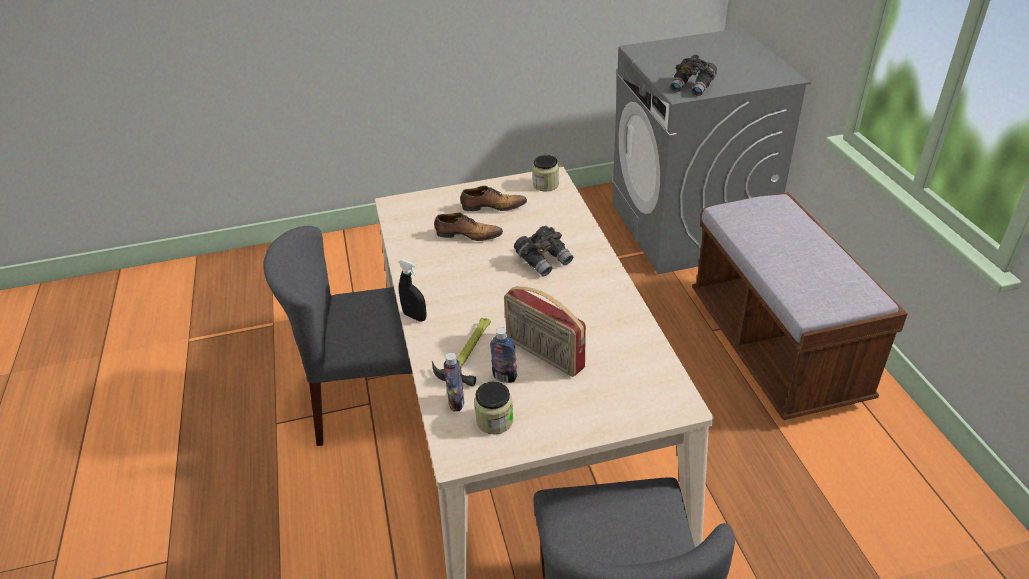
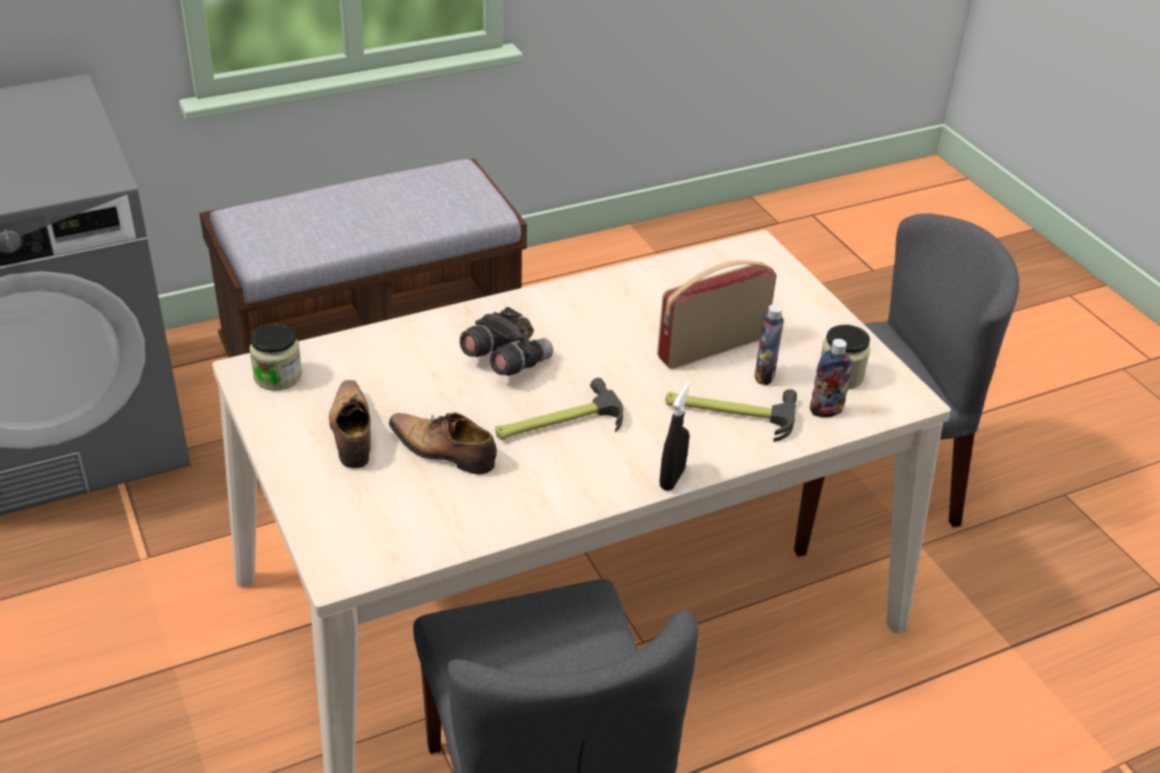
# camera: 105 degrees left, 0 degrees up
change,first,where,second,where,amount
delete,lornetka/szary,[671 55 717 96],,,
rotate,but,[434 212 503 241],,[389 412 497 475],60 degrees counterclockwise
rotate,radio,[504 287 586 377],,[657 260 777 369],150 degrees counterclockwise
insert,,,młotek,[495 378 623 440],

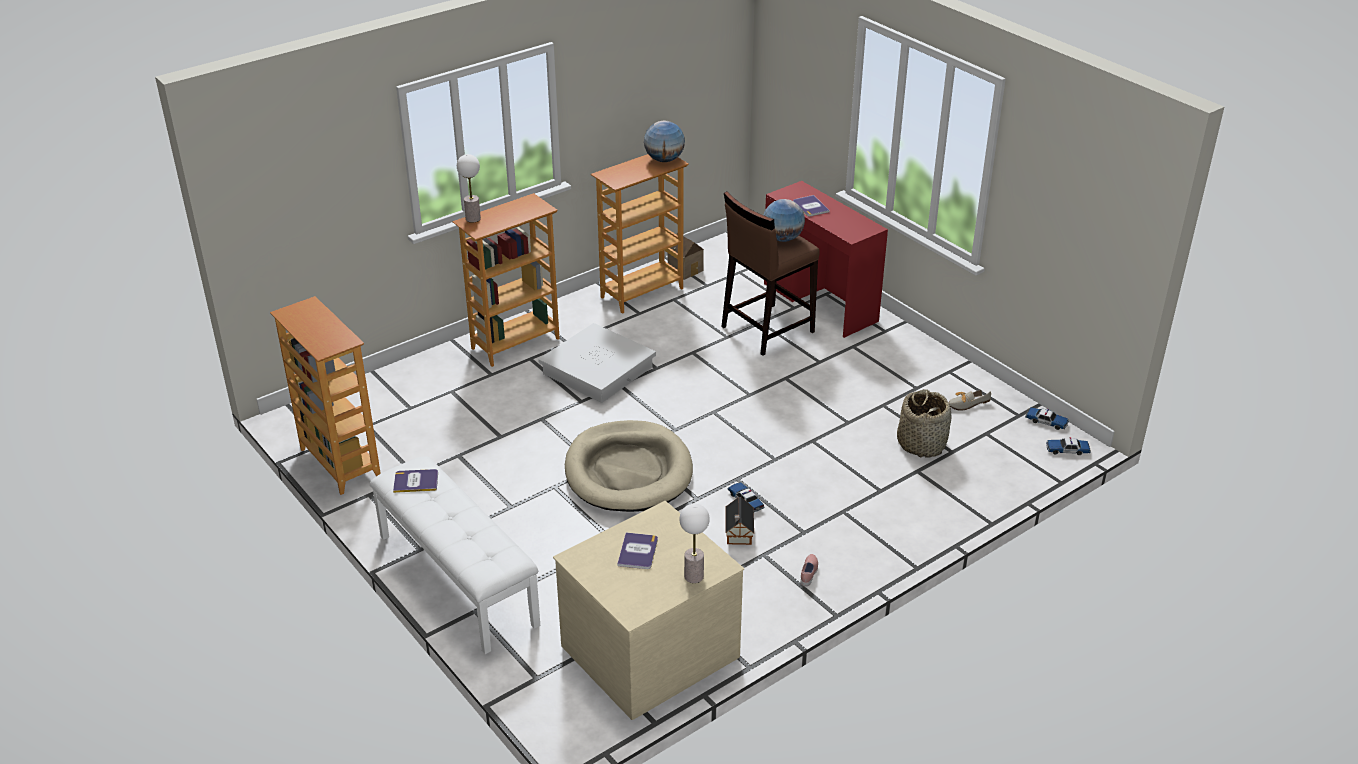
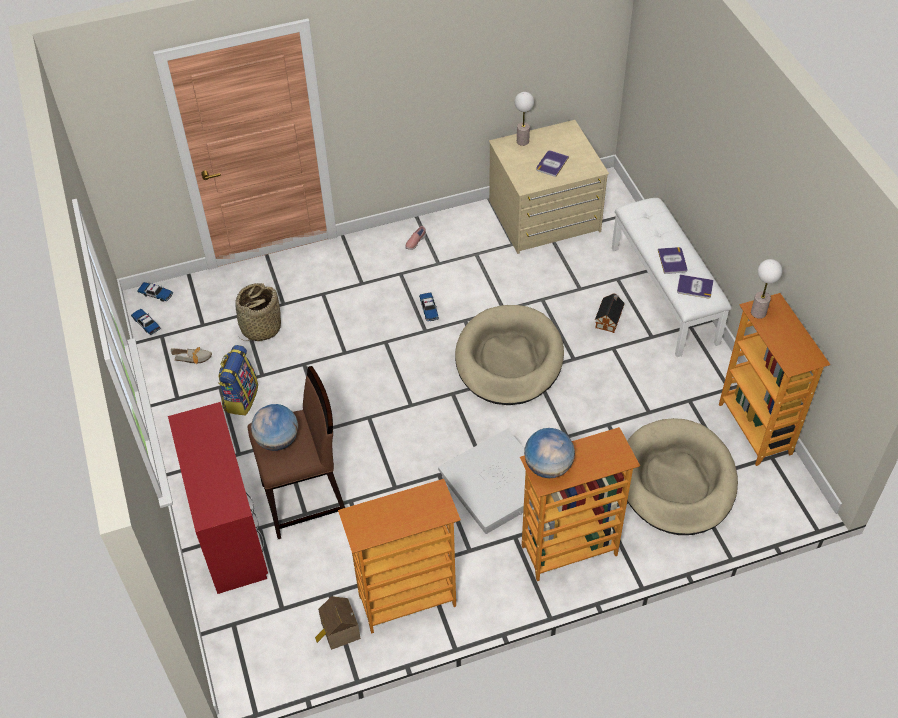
# camera: 160 degrees left, 15 degrees up
change,first,where,second,where,amount
move,globus,[644 121 685 162],,[524 428 575 478],
move,lampa stołowa,[457 154 481 222],,[751 259 782 319],
move,książka,[793 195 830 216],,[658 247 687 274],
move,domek,[725 497 754 545],,[595 293 625 333],
insert,,,plecak,[218 345 258 415],
insert,,,legowisko/beżowy,[624 418 738 535],

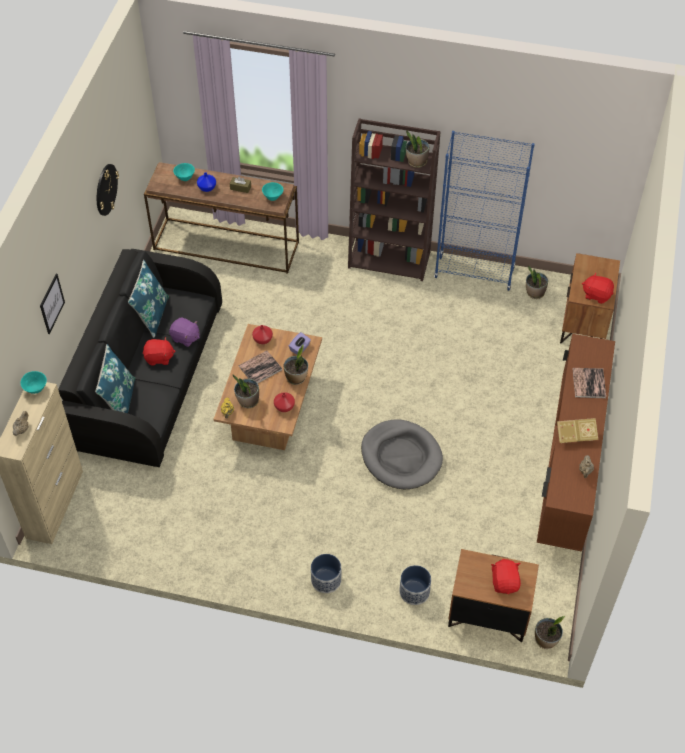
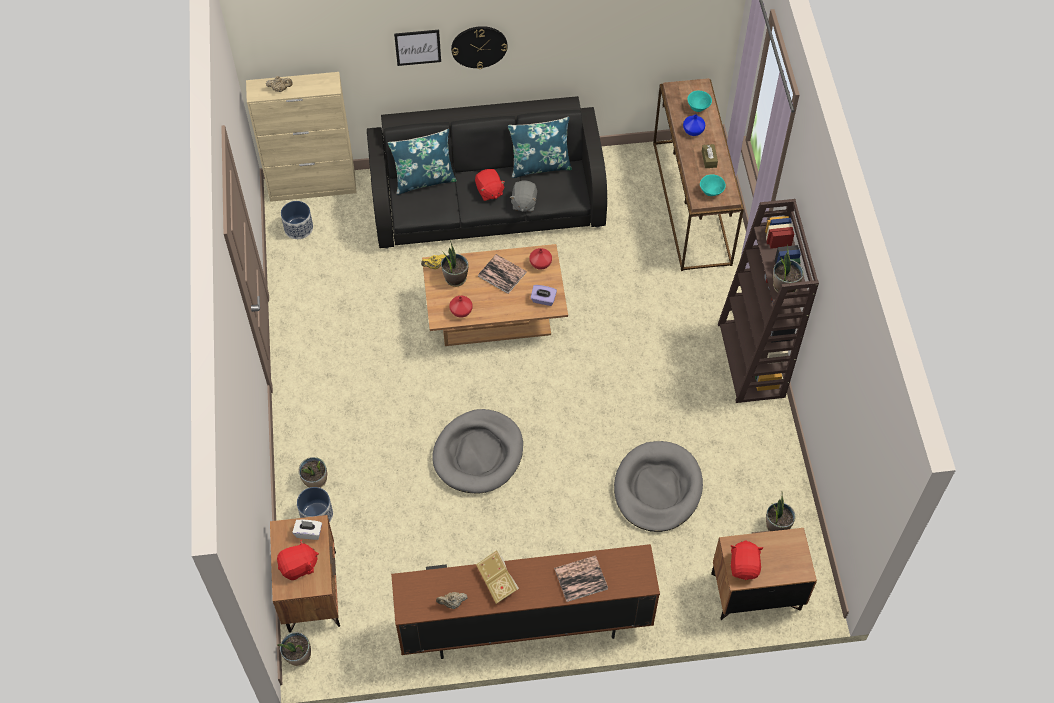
# camera: 70 degrees right, 5 degrees up
change,first,where,second,where,amount
delete,regał/niebieski,[434 131 535 291],,,
move,zegar ścienny,[97 164 119 216],,[451 26 508 69],
recolor,pluszak/fioletowy,[169 317 200 347],pluszak/szary,[510 181 537 212],
move,roślina doniczkowa,[284 344 308 385],,[299 457 327 488],
delete,miska/turkusowy,[20 371 47 394],,,
move,donica,[311 554 341 593],,[281 201 313 239],
insert,,,legowisko/szary,[614 441 703 532],
insert,,,pudełko chusteczek/biały,[292 520 322 540],

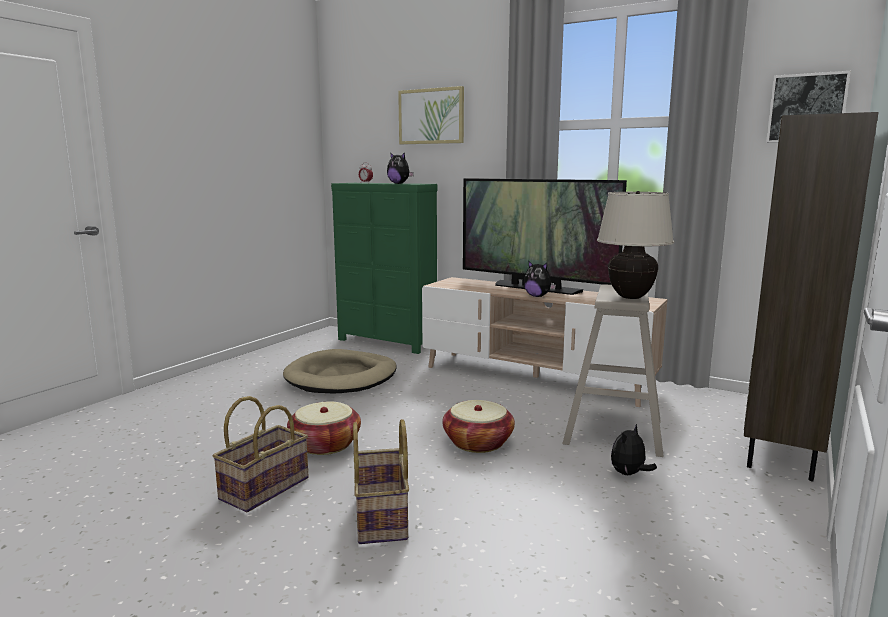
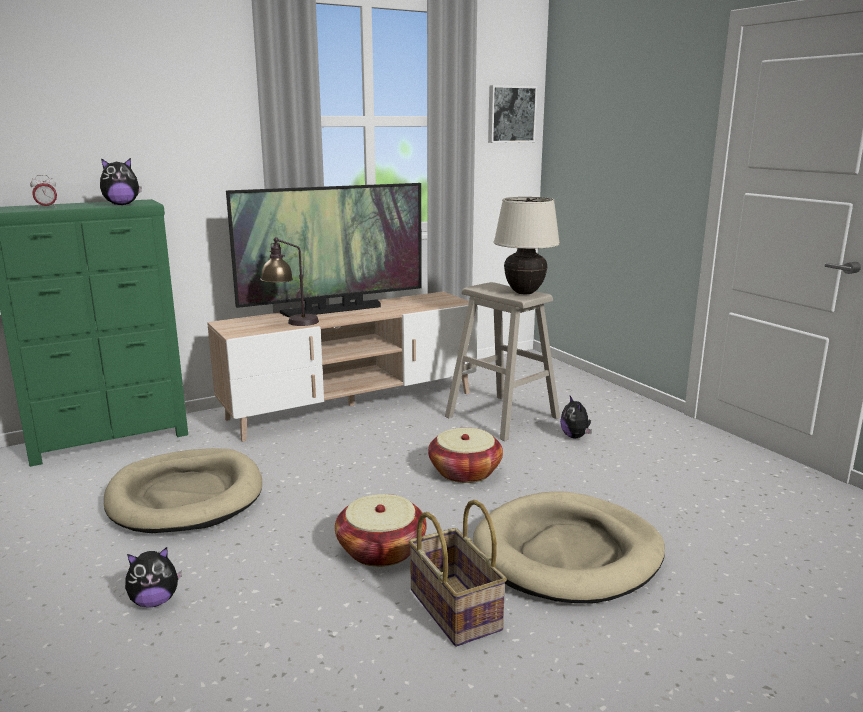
# camera: 60 degrees left, 5 degrees up
change,first,where,second,where,amount
delete,obraz,[398 86 464 144],,,
delete,regał/brązowy,[744 112 878 481],,,
move,pluszak,[524 261 556 297],,[125 547 182 607],
replace,koszyk,[353 419 409 544],legowisko/beżowy,[473 491 665 603],
insert,,,lampa stołowa,[260 237 319 326],

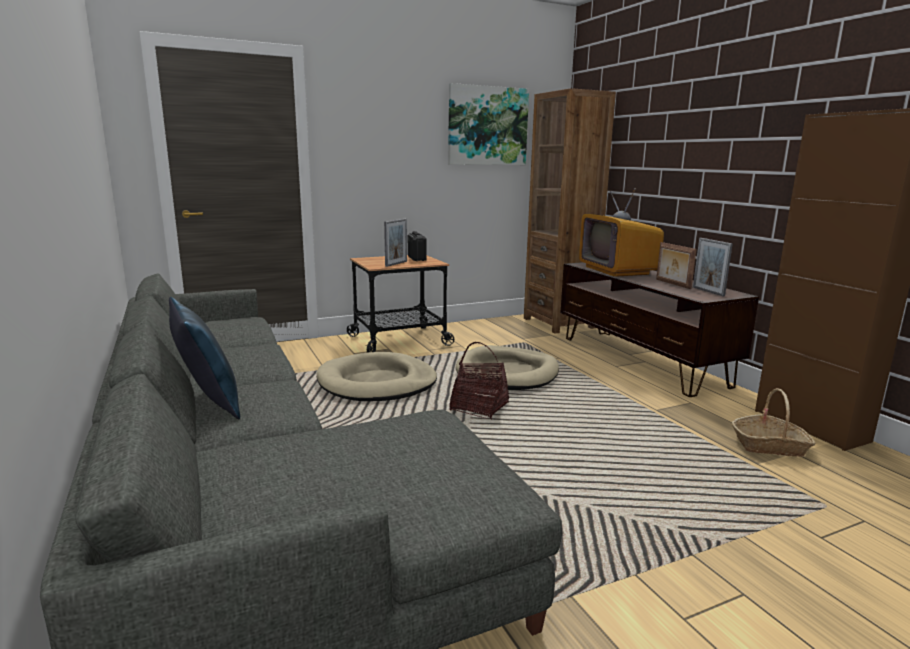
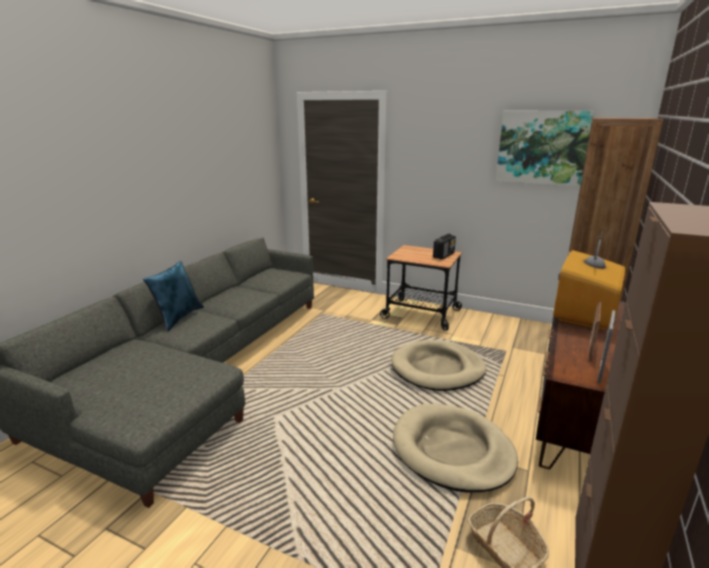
# camera: 50 degrees right, 5 degrees up
change,first,where,second,where,amount
delete,ramka na zdjęcie,[384 219 407 267],,,
delete,koszyk,[449 342 509 420],,,
move,legowisko/beżowy,[317 352 437 401],,[393 404 518 492],

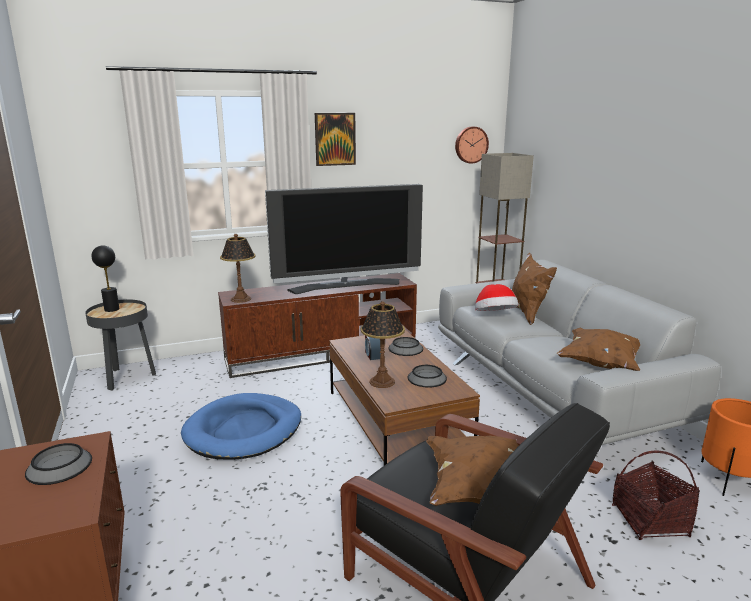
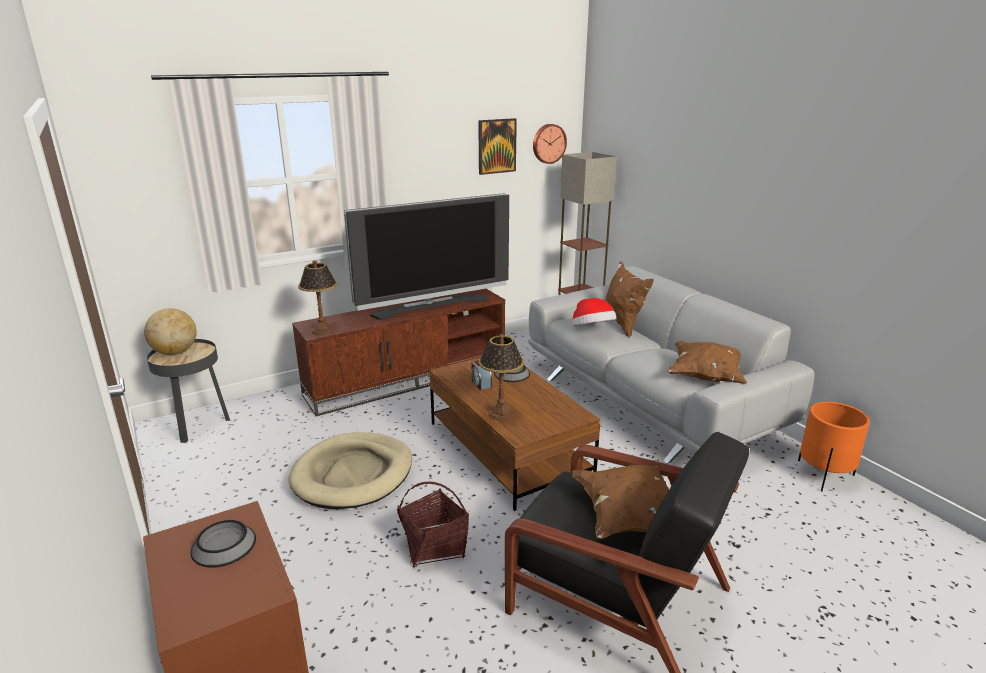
# camera: 10 degrees left, 5 degrees up
change,first,where,second,where,amount
move,obraz,[315 113 356 166],,[478 118 517 175],
replace,lampa stołowa/czarny,[91 245 120 312],globus,[144 308 196 355],
delete,miska,[407 365 447 388],,,
recolor,legowisko/niebieski,[181 393 301 460],legowisko/beżowy,[288 432 412 509],
move,koszyk,[612 451 700 540],,[397 481 469 567],

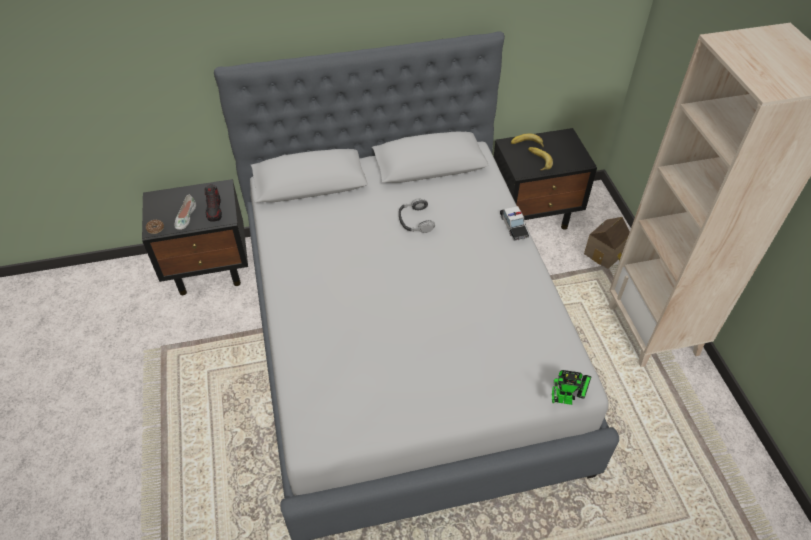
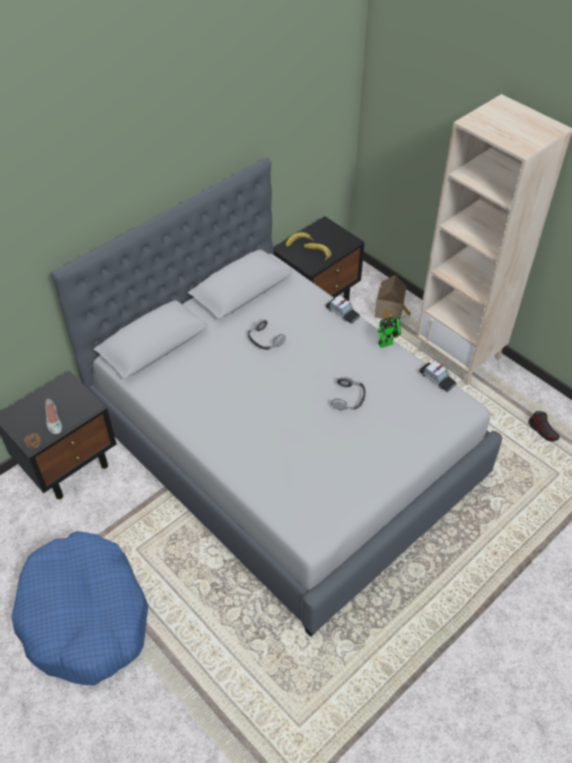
# camera: 30 degrees left, 0 degrees up
change,first,where,second,where,amount
move,but,[204 184 222 222],,[528 411 560 441],
move,robot zabawkowy,[552 370 592 405],,[378 317 401 348],
insert,,,samochodzik,[419 361 457 392],
insert,,,słuchawki,[331 376 365 410],
insert,,,legowisko/niebieski,[11 531 148 685],

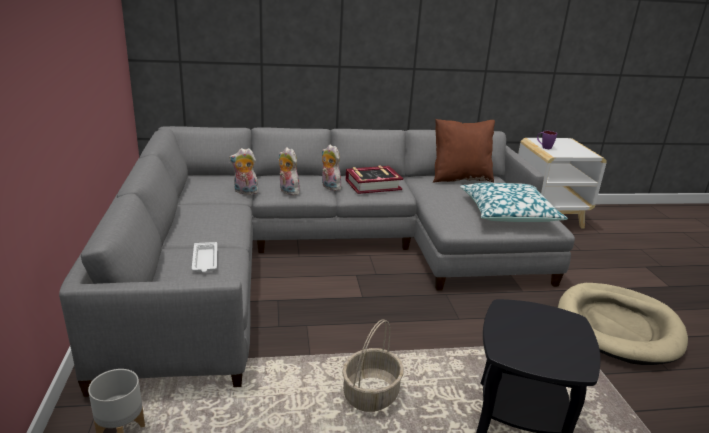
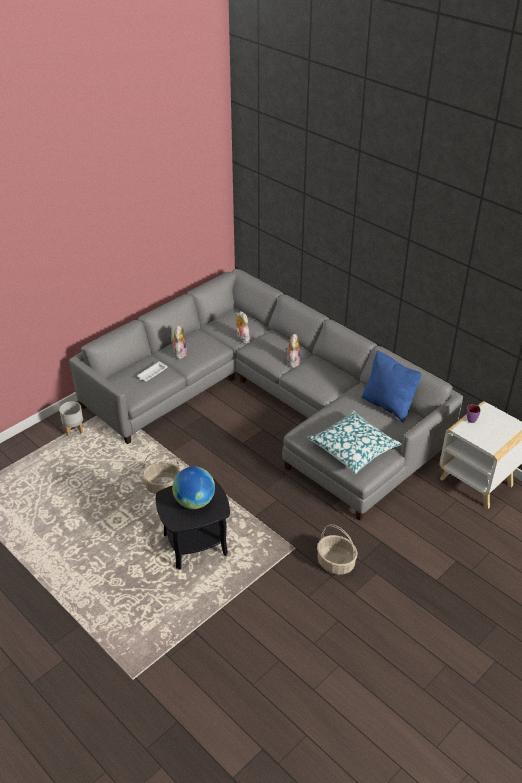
# camera: 55 degrees right, 15 degrees up
change,first,where,second,where,amount
recolor,poduszka/brązowy,[433 119 495 183],poduszka/niebieski,[361 350 422 423],
move,pluszak,[279 147 300 195],,[171 325 187 359],
delete,książka,[345 166 403 194],,,
replace,legowisko/beżowy,[558 283 688 365],koszyk,[317 524 358 575],
insert,,,globus,[172 466 215 509],

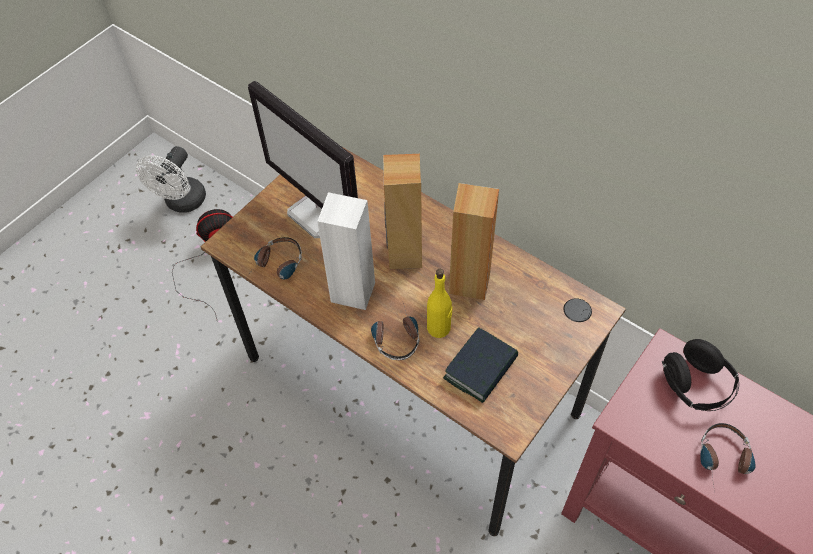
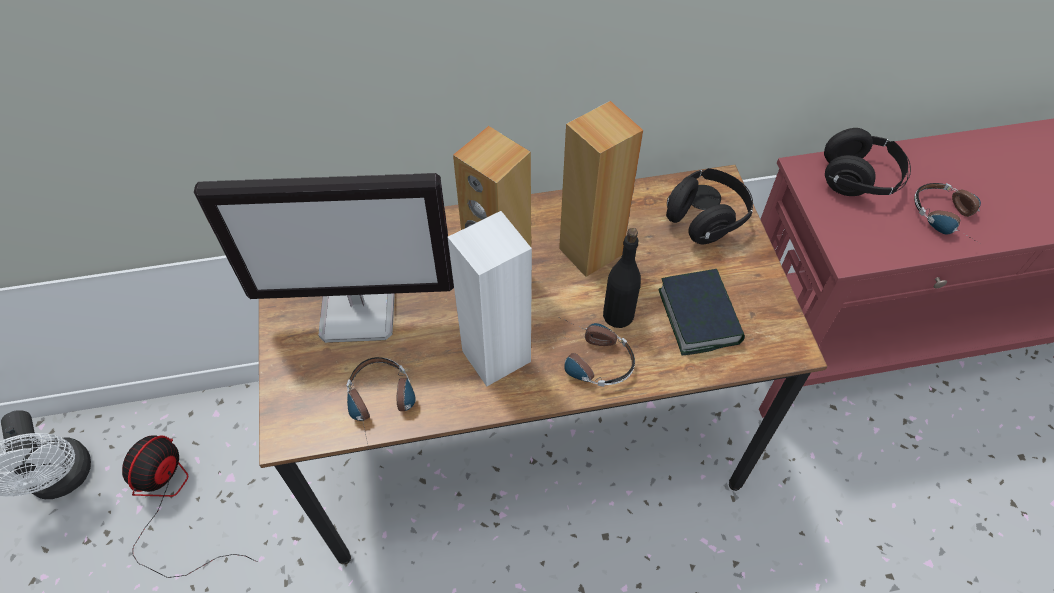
# camera: 50 degrees left, 0 degrees up
change,first,where,second,where,amount
recolor,butelka/żółty,[427 269 452 338],butelka/czarny,[603 228 641 328],
insert,,,słuchawki/czarny,[666 168 753 244],

